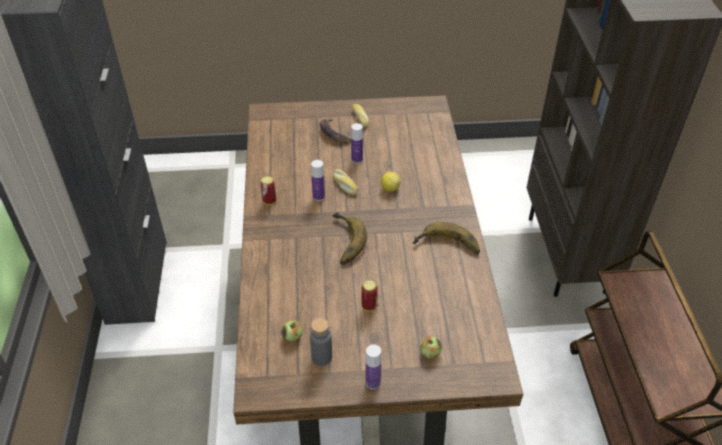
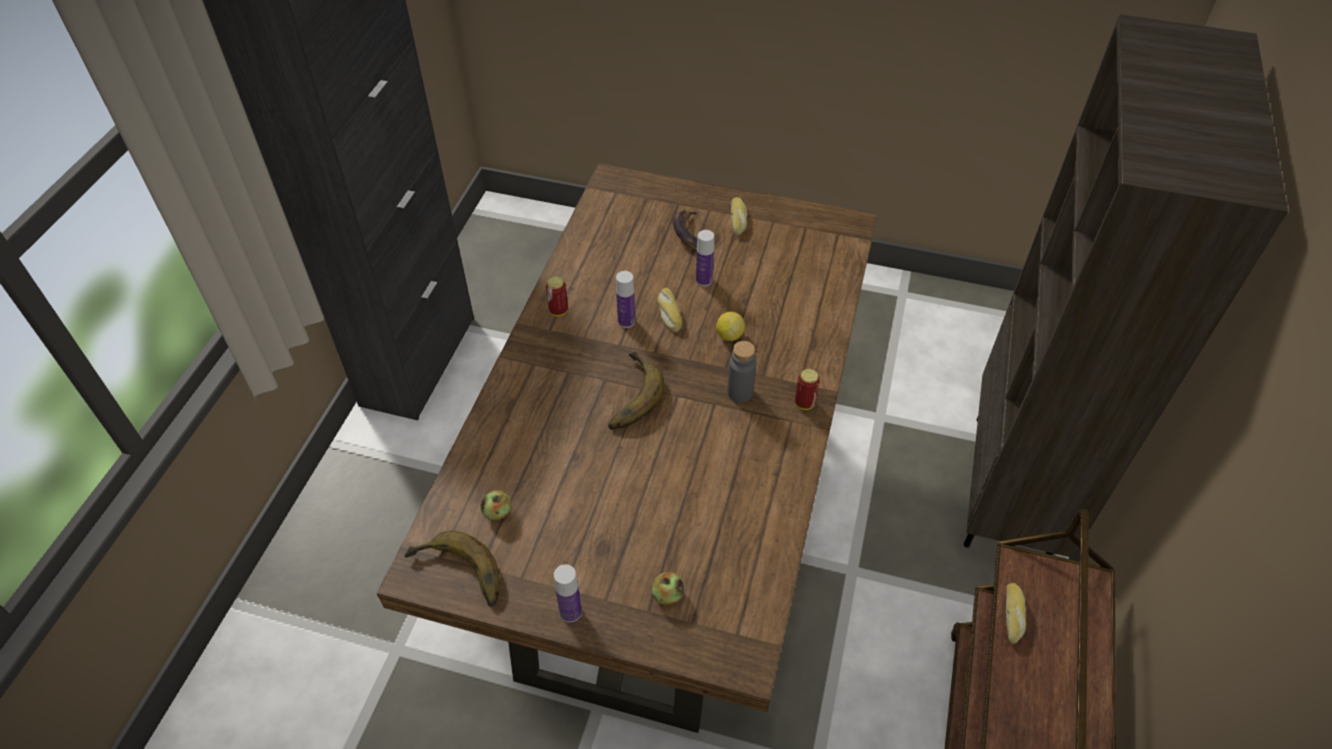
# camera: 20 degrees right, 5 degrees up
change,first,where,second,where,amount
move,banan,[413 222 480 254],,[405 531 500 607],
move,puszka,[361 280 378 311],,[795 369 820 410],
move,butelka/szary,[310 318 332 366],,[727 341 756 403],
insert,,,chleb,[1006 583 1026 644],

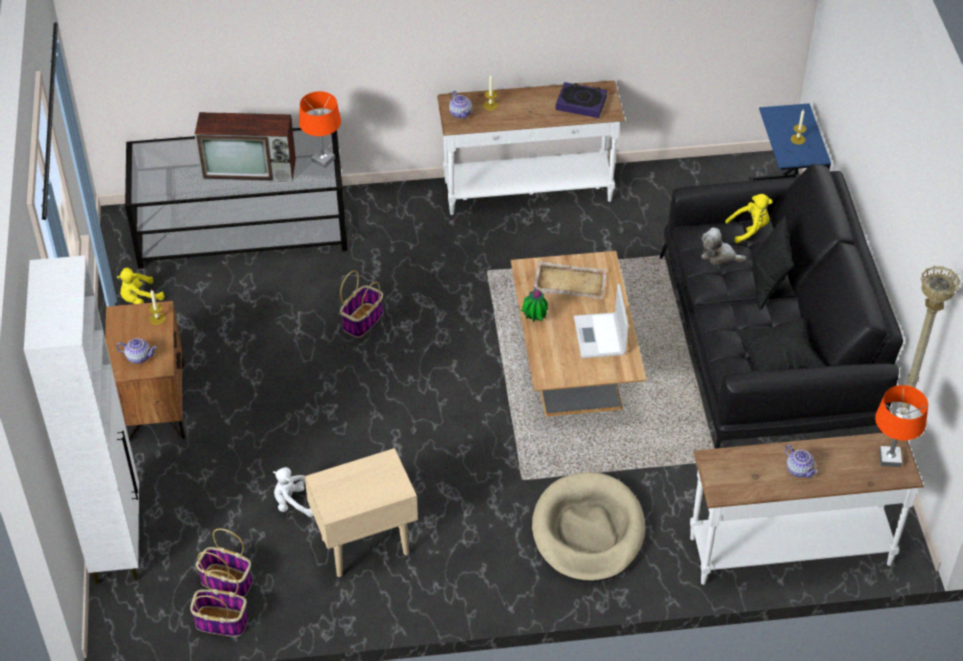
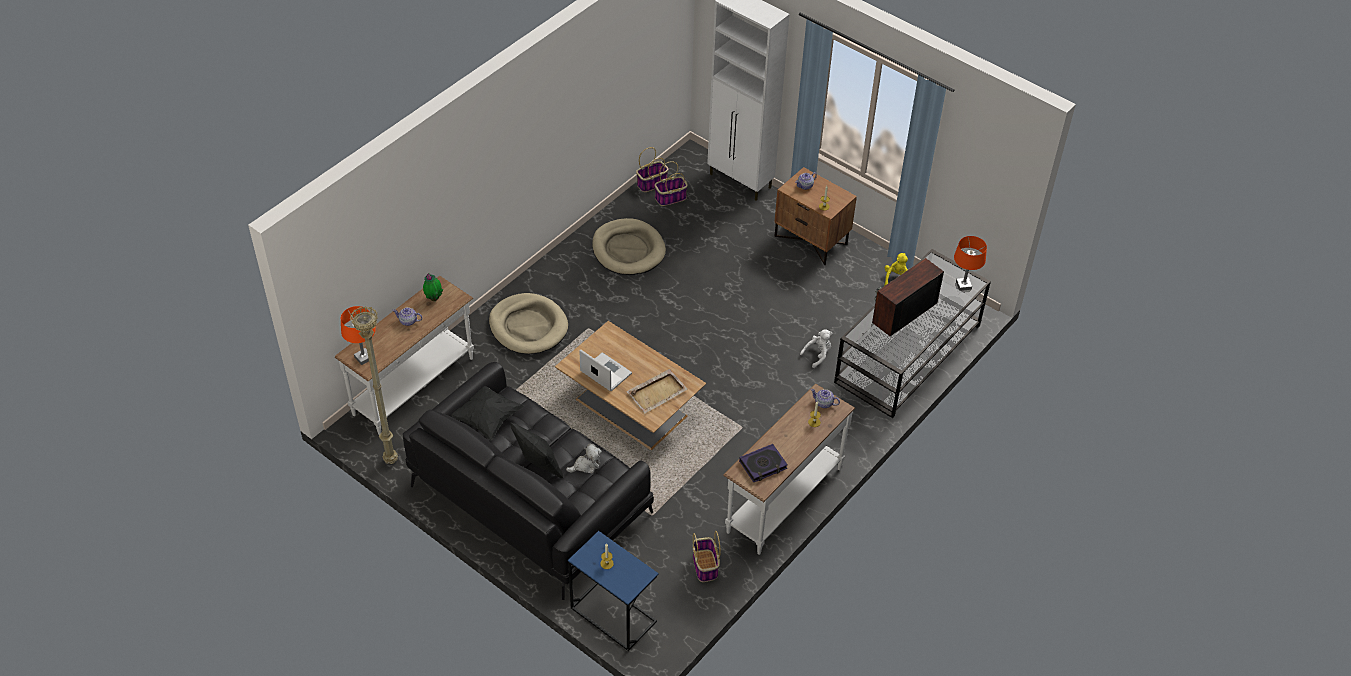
# camera: 135 degrees right, 0 degrees up
change,first,where,second,where,amount
move,lampa stołowa/pomarańczowy,[299 91 341 168],,[954 236 987 291],
delete,pluszak/żółty,[725 194 772 243],,,
move,koszyk,[340 270 383 338],,[693 531 721 582],
move,roślina doniczkowa,[521 287 548 323],,[423 273 443 301],
replace,stolik/beżowy,[305 448 418 577],legowisko/beżowy,[592 218 666 275],
move,pluszak/biały,[273 467 314 517],,[800 329 833 368],

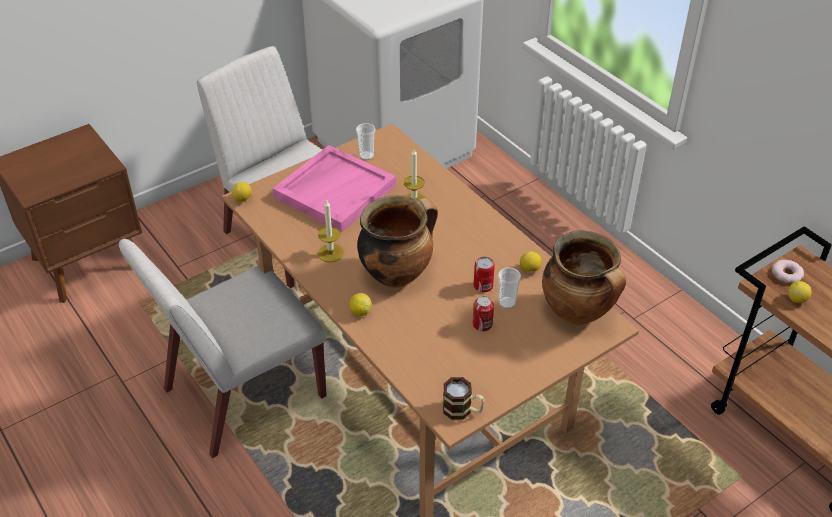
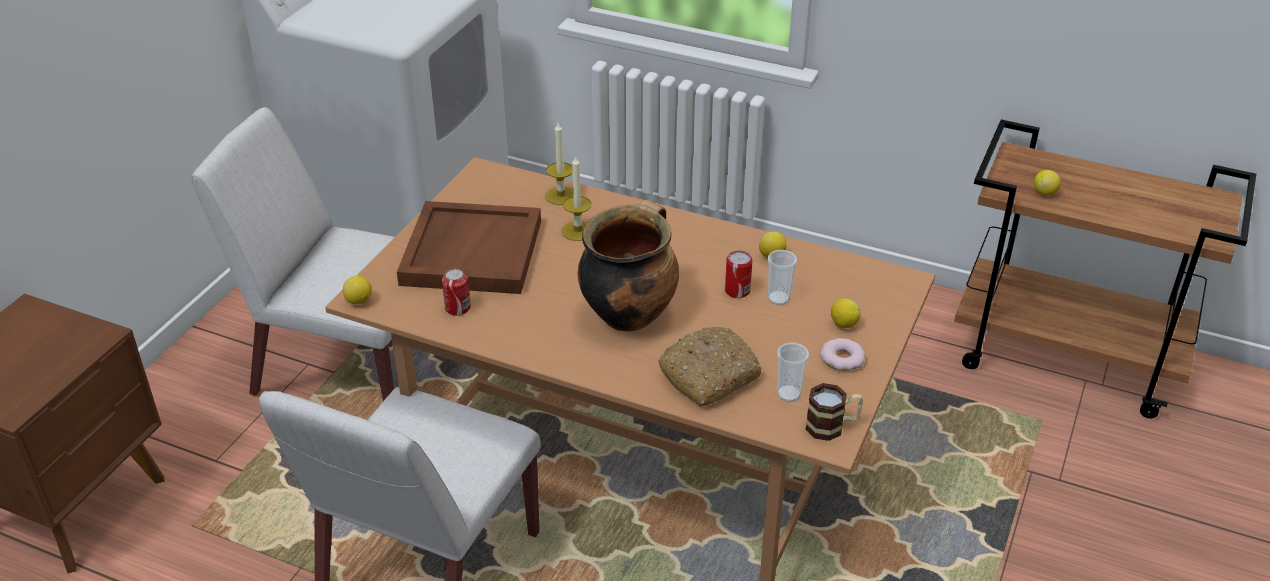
# camera: 30 degrees left, 5 degrees down
change,first,where,second,where,amount
move,filiżanka,[356 123 375 160],,[777 343 809 402],
recolor,taca/różowy,[273 145 396 232],taca/brązowy,[397 201 541 294],
move,świeca,[318 199 344 262],,[545 123 573 205],
delete,garnek,[542 231 626 325],,,
move,donut,[772 260 804 283],,[820 338 865 371],
move,cytryna,[349 293 372 316],,[831 298 861 328],
move,puszka,[473 296 494 332],,[442 269 471 316],
insert,,,chleb,[658 327 762 406],

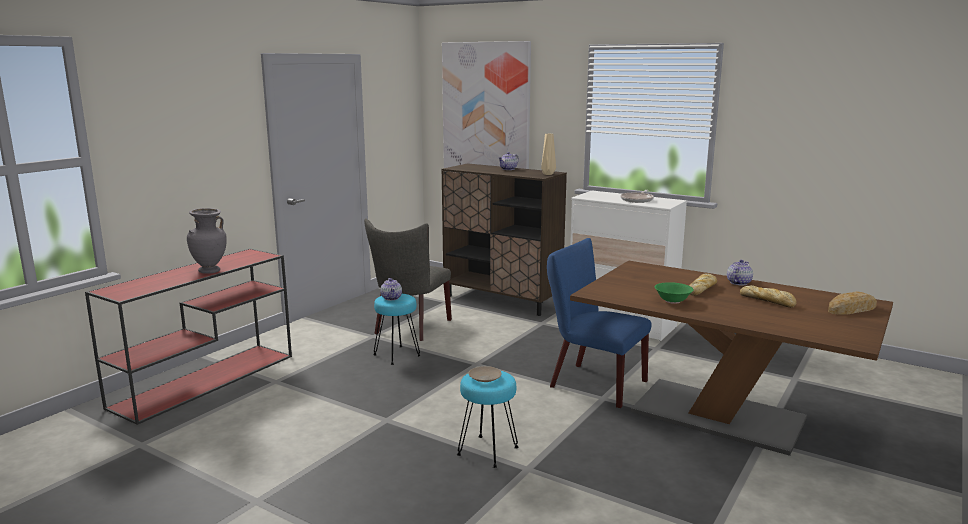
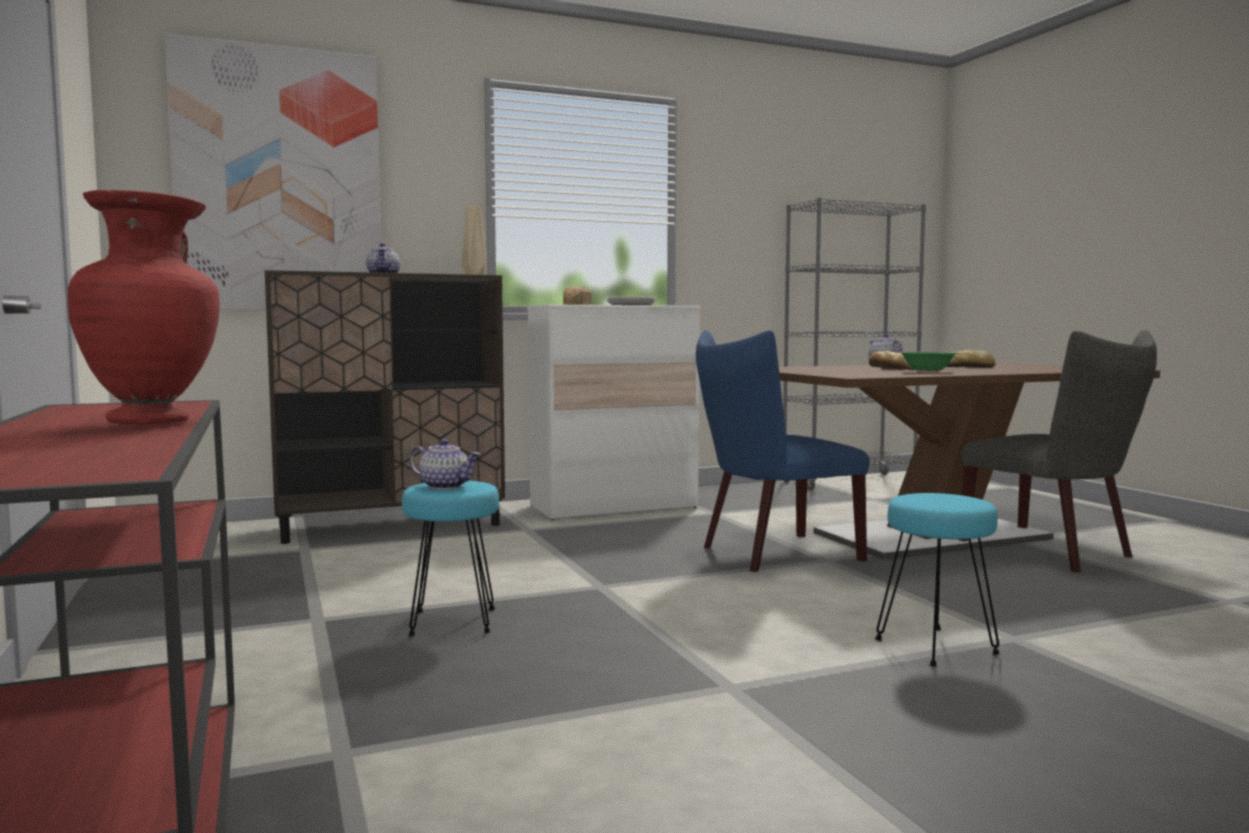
# camera: 55 degrees left, 10 degrees down
change,first,where,second,where,amount
recolor,wazon/szary,[187 208 227 274],wazon/czerwony,[68 190 220 424],
move,krzesło/szary,[364 218 452 341],,[958 330 1157 572],
move,chleb,[828 291 877 314],,[563 286 592 305],
delete,talerz/beżowy,[468 366 502 382],,,
insert,,,regał/szary,[783 198 926 490],

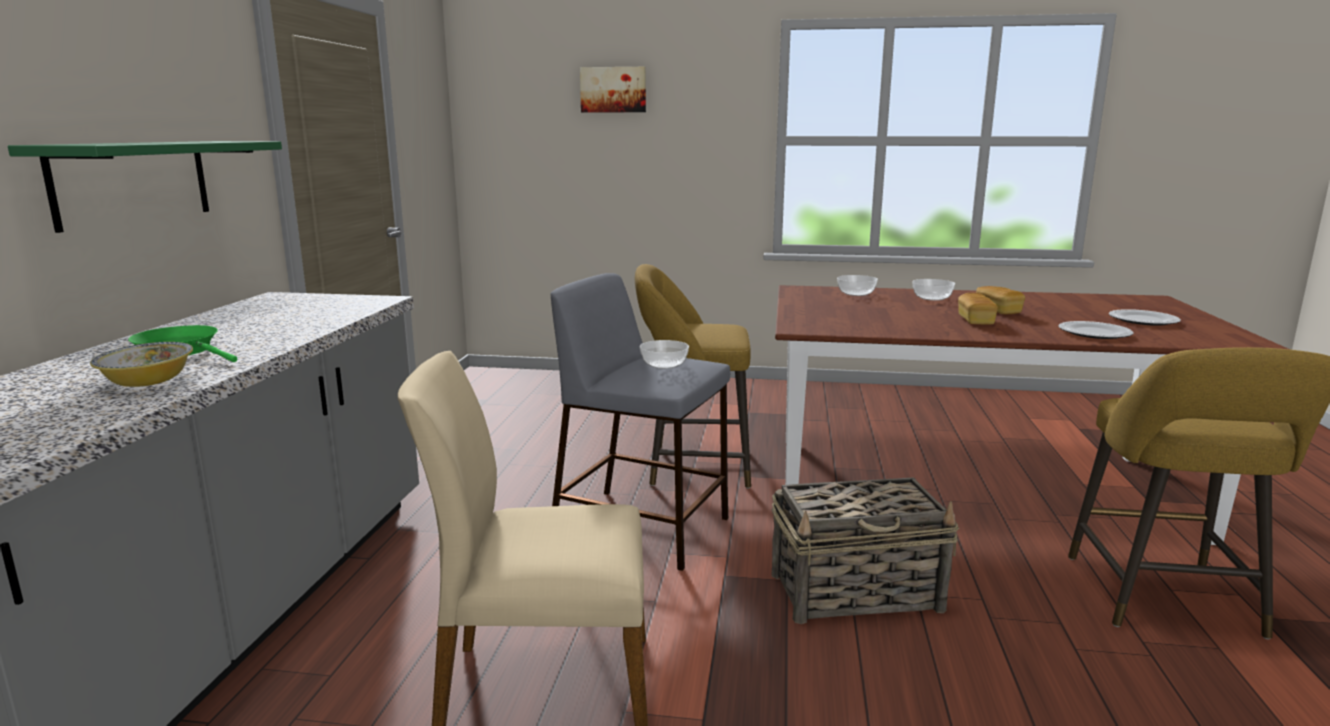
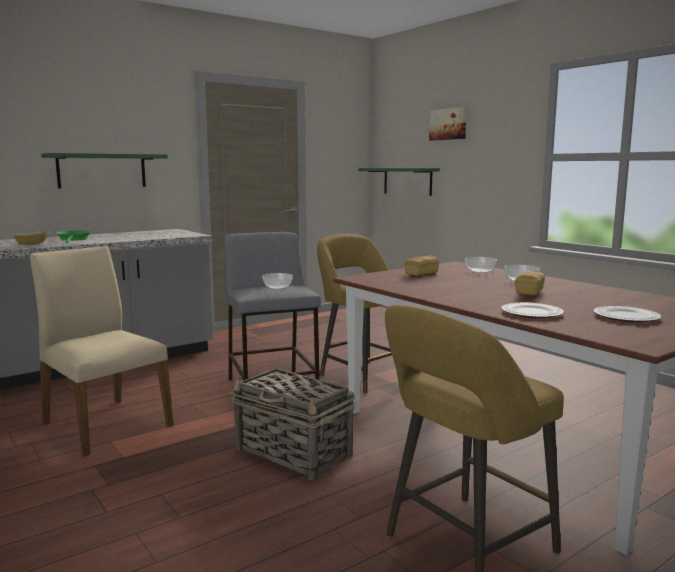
# camera: 45 degrees right, 5 degrees down
change,first,where,second,where,amount
move,chleb,[958 293 998 325],,[405 256 439 276],
insert,,,półka/zielony,[358 168 440 196],

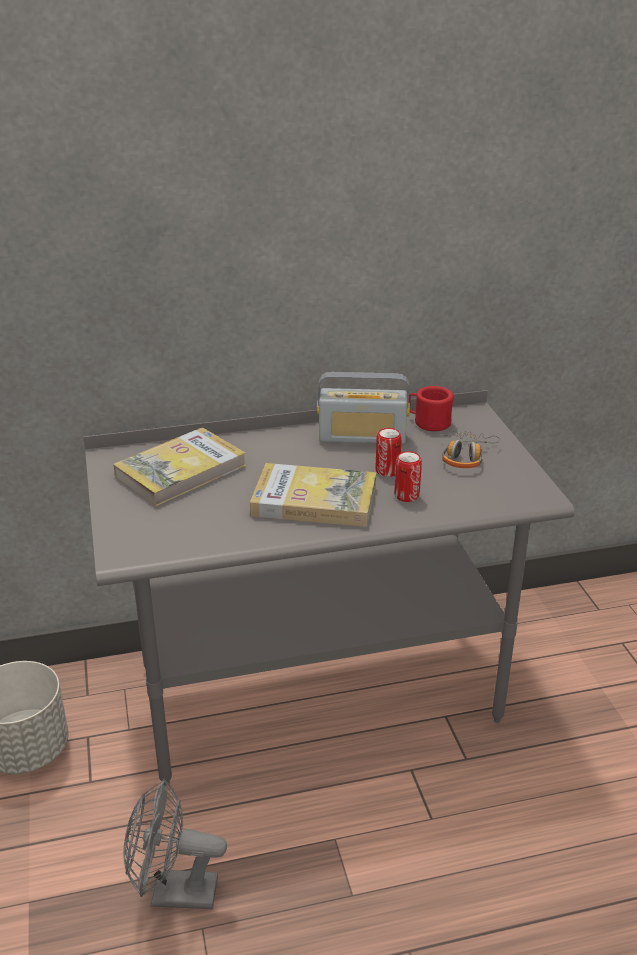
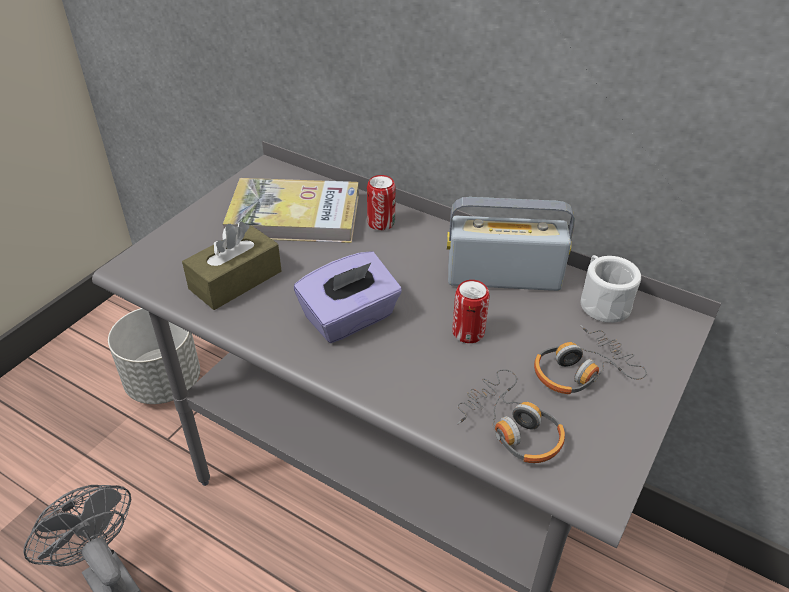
# camera: 45 degrees right, 10 degrees up
change,first,where,second,where,amount
rotate,radio,[317 372 410 444],,[447 197 575 291],135 degrees clockwise
recolor,kubek/czerwony,[409 386 453 431],kubek/biały,[581 255 641 323],
move,puszka,[394 451 422 502],,[367 175 396 231],
replace,książka,[250 463 376 527],pudełko chusteczek/fioletowy,[294 251 402 343],
insert,,,pudełko chusteczek/brązowy,[182 222 281 310],
insert,,,słuchawki,[457 369 565 463],

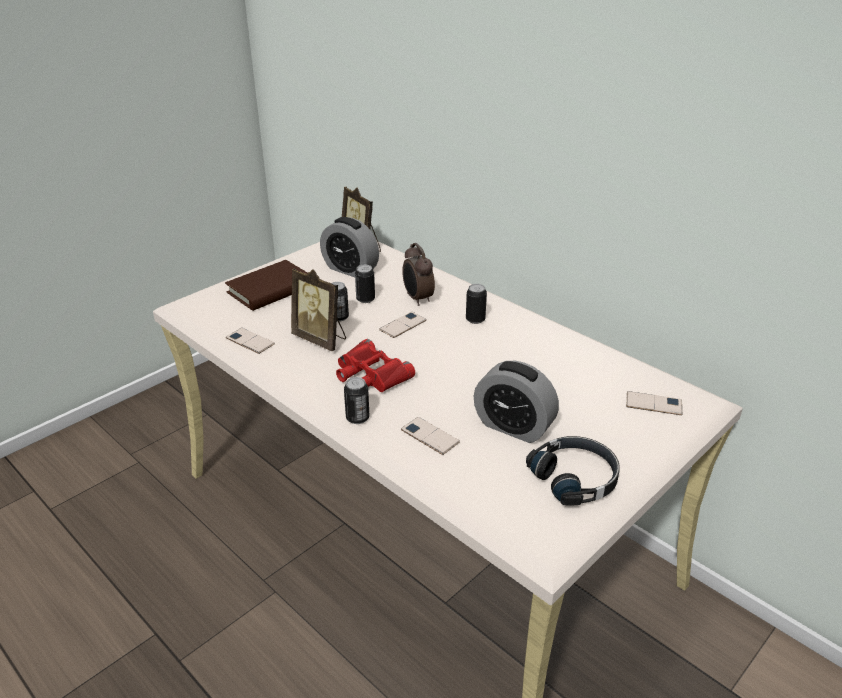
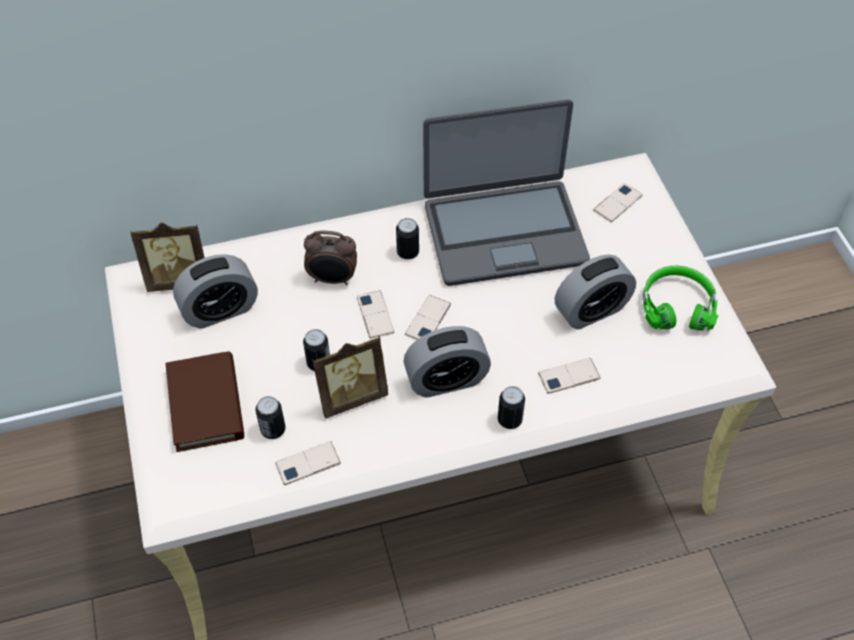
# camera: 60 degrees left, 20 degrees up
change,first,where,second,where,amount
move,puszka,[355 265 375 303],,[256 396 286 439],
replace,lornetka/czerwony,[336 339 415 392],budzik,[403 326 491 398],
recolor,słuchawki/czarny,[526 436 620 505],słuchawki/zielony,[643 265 719 331],
insert,,,laptop,[423 99 590 286],
insert,,,telefon,[405 295 451 340],

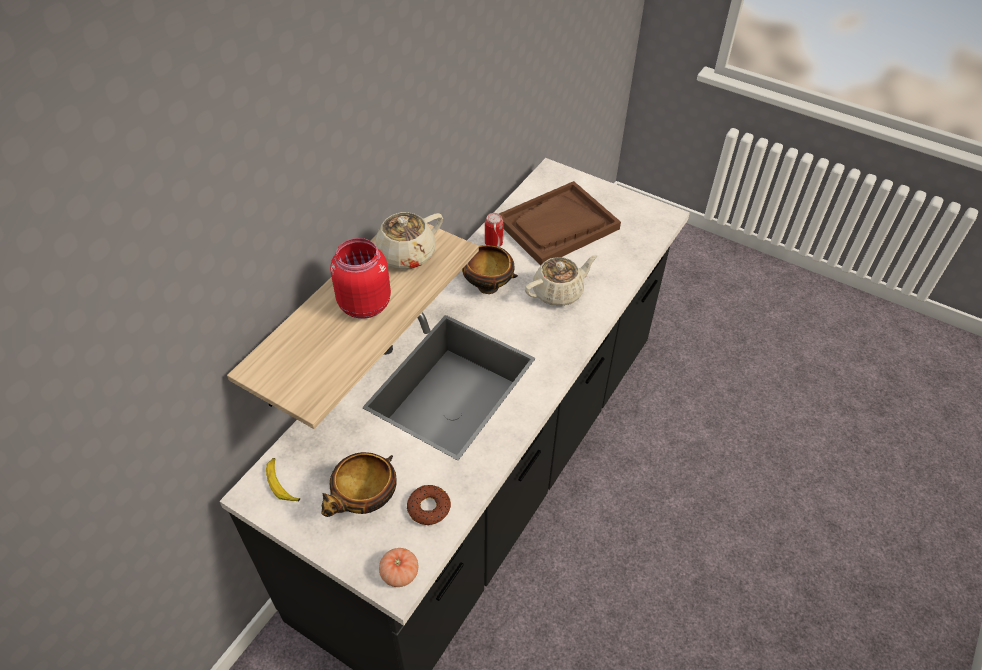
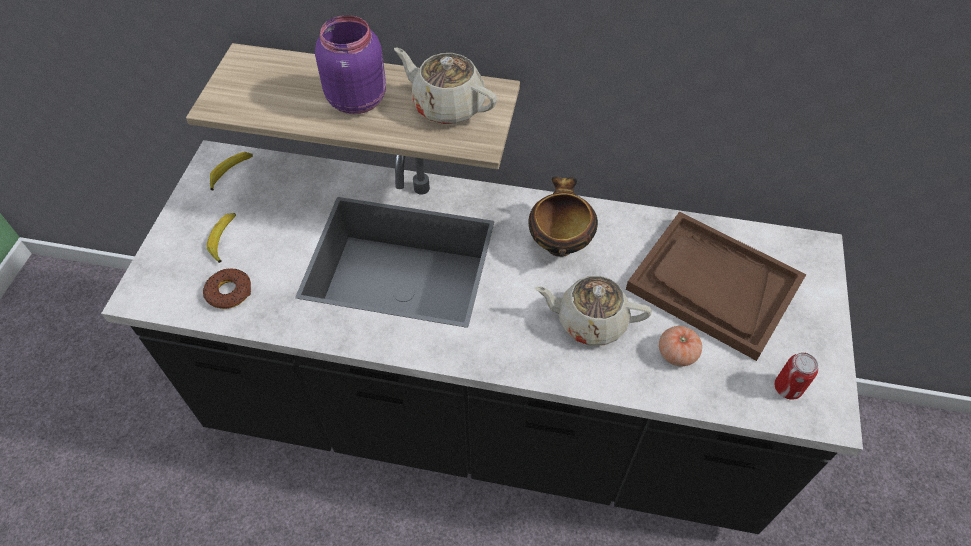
# camera: 70 degrees right, 5 degrees up
change,first,where,second,where,amount
move,puszka,[485 213 504 247],,[774 352 818 400],
recolor,słoik/czerwony,[330 238 391 319],słoik/fioletowy,[315 15 386 114],
rotate,imbryk/beżowy,[525 255 598 306],,[535 276 652 345],150 degrees clockwise
replace,miska,[321 452 397 517],banan,[207 213 236 263],
move,pomidor,[379 548 418 587],,[659 326 702 366],

